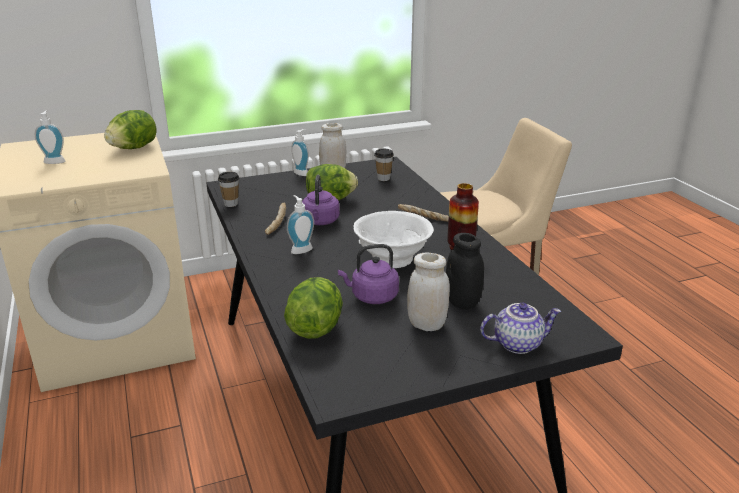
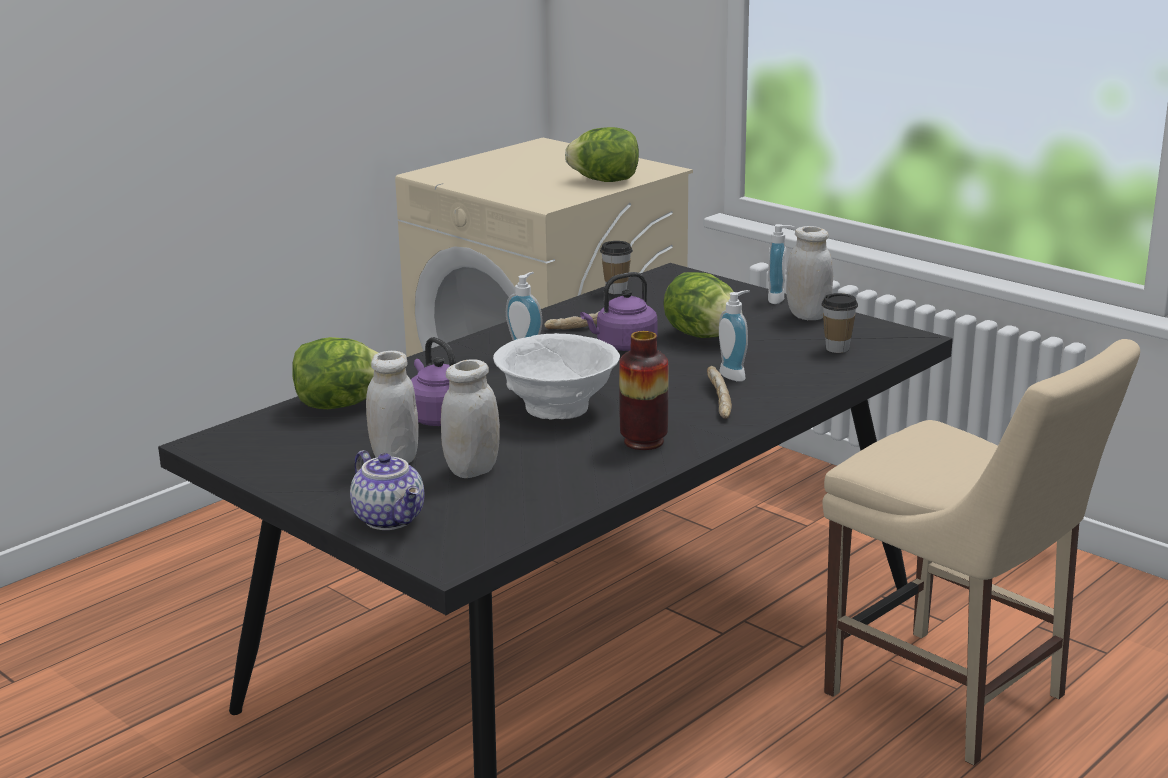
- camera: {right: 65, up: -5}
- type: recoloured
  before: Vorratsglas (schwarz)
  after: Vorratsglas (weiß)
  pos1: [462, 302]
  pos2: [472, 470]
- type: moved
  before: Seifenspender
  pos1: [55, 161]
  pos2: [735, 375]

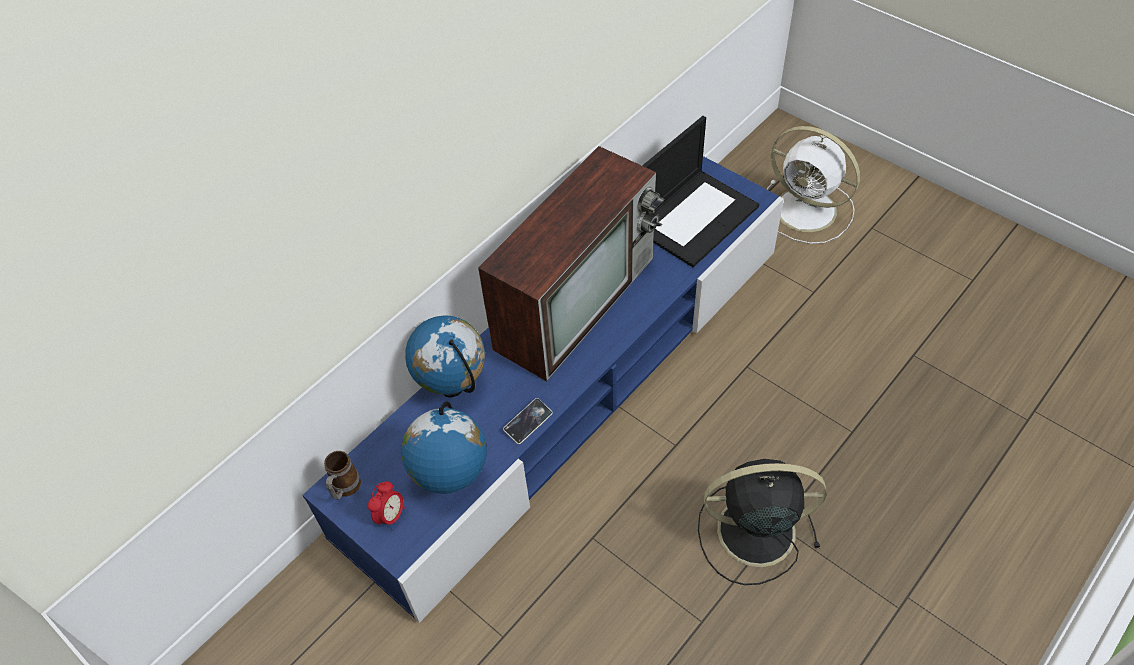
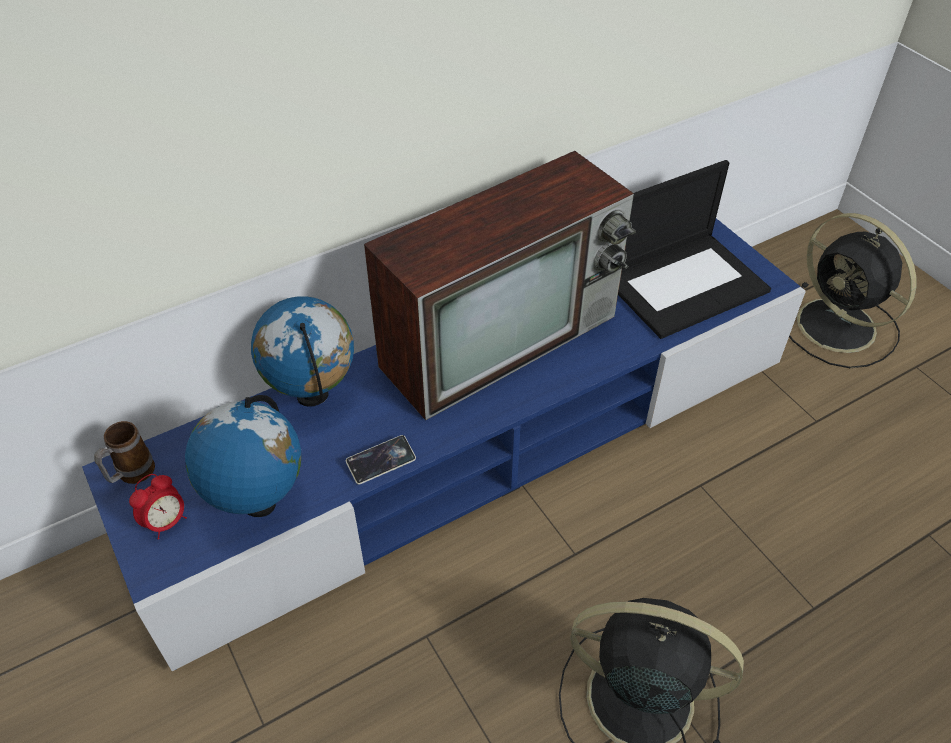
- camera: {right: 15, up: -5}
- type: recoloured
  before: Ventilator (weiß)
  after: Ventilator (schwarz)
  pos1: [808, 211]
  pos2: [839, 327]

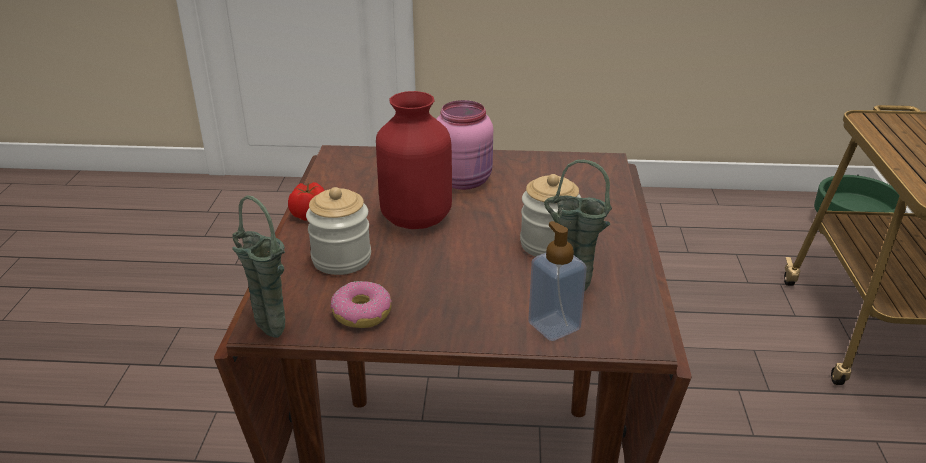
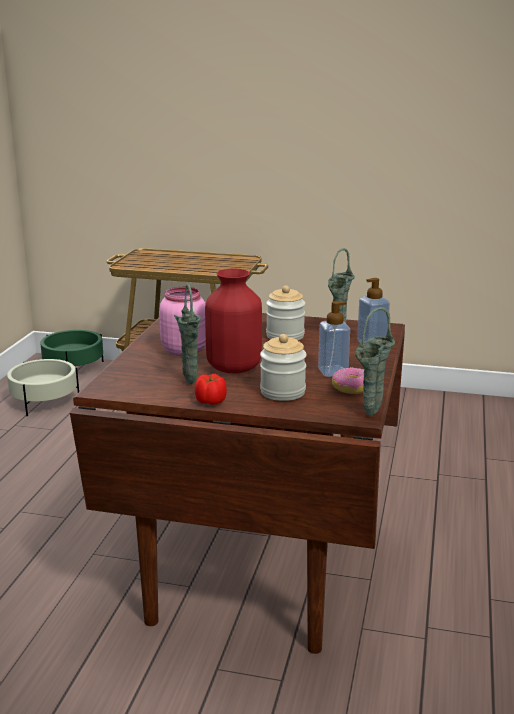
- camera: {right: -80, up: -10}
- type: added
  after: Pflanzkübel (beige)
  pos2: [44, 401]
- type: added
  after: Vase (grün)
  pos2: [189, 381]
- type: added
  after: Seifenspender
  pos2: [333, 372]

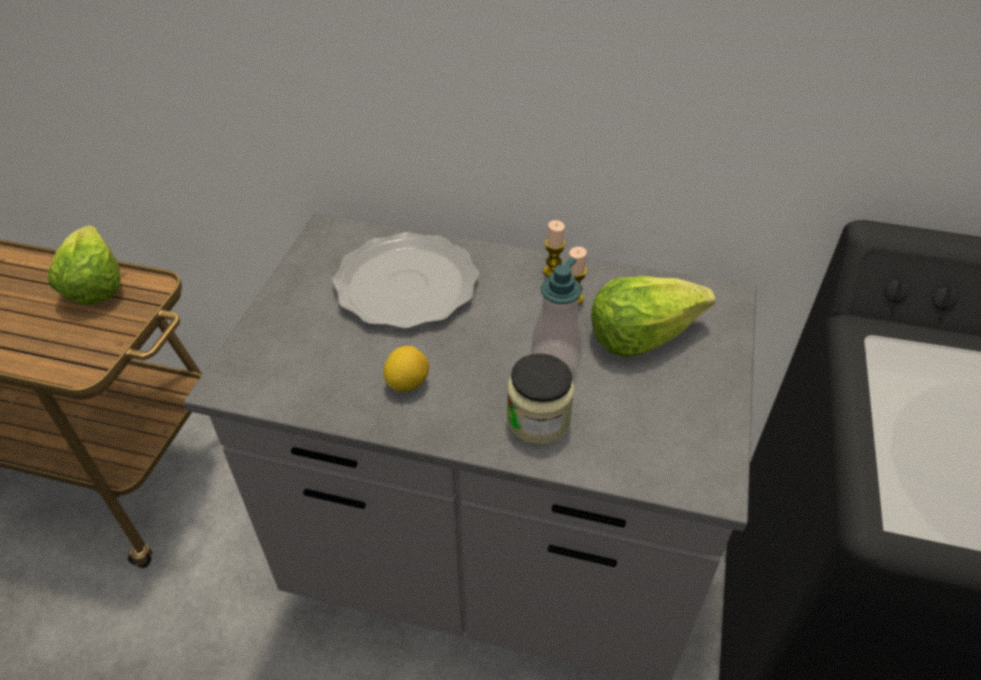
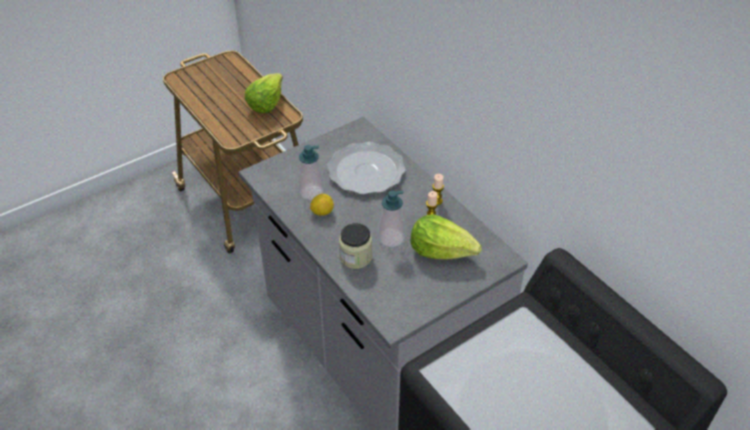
- camera: {right: 40, up: 0}
- type: added
  after: Seifenspender
  pos2: [311, 192]

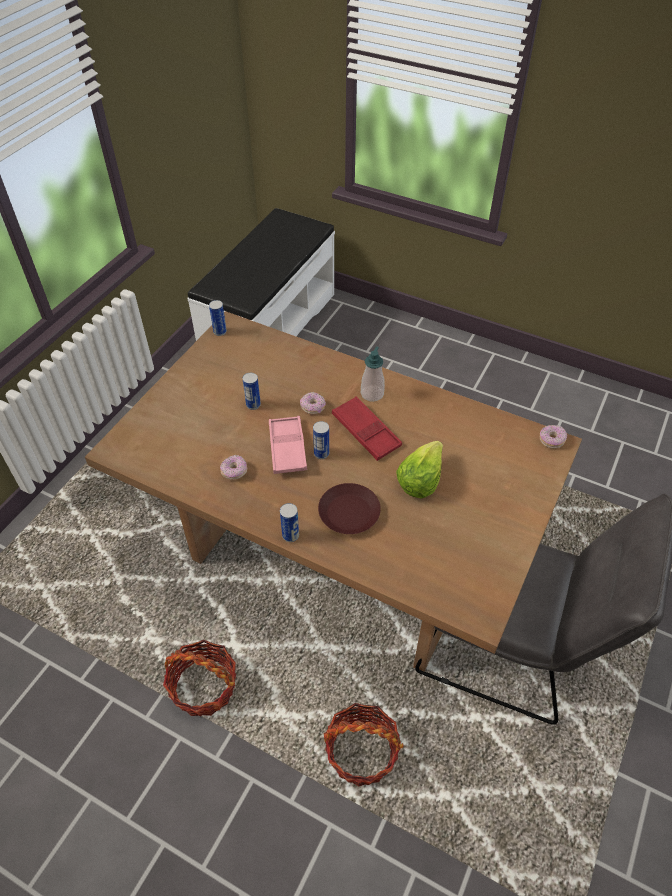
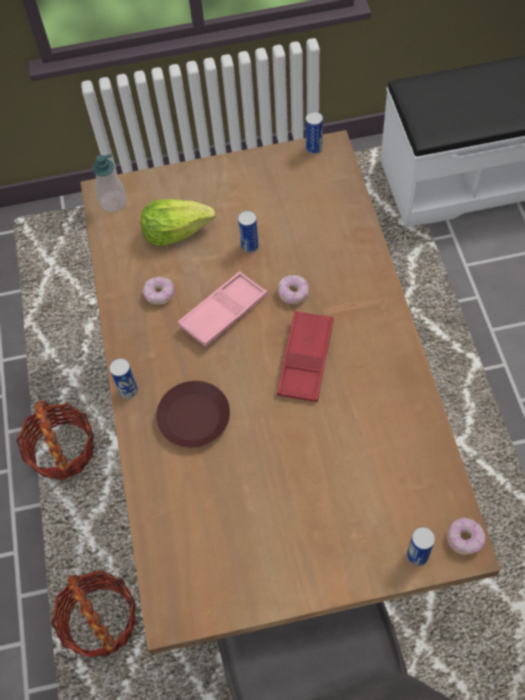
- camera: {right: 55, up: 10}
- type: moved
  before: Seifenspender
  pos1: [372, 394]
  pos2: [113, 202]
- type: moved
  before: Salatkopf
  pos1: [420, 479]
  pos2: [176, 231]
- type: moved
  before: Dose
  pos1: [321, 453]
  pos2: [417, 555]

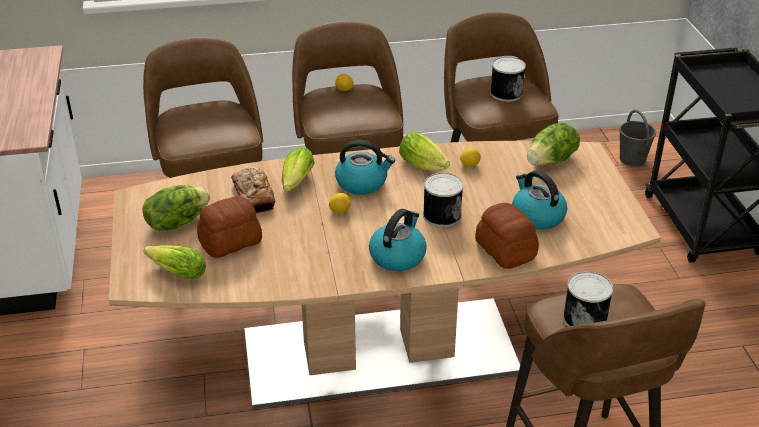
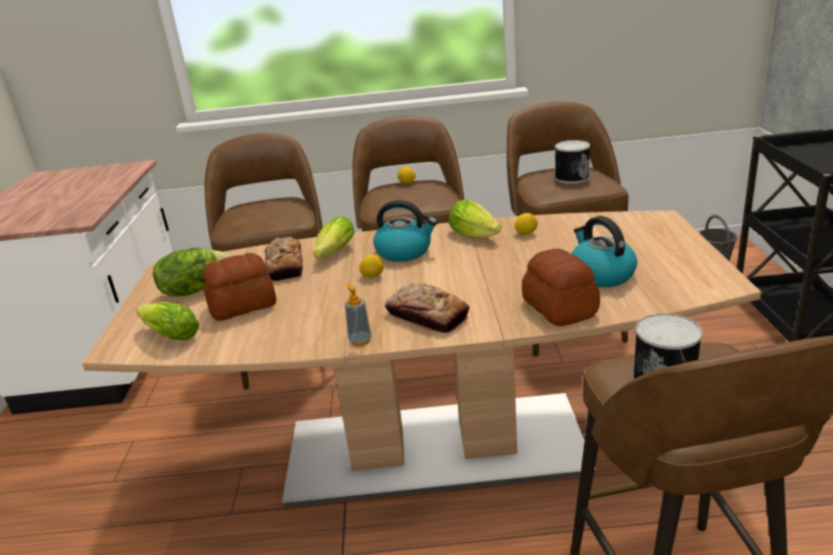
- camera: {right: 10, up: -10}
- type: added
  after: Seifenspender
  pos2: [360, 341]
- type: replaced
  before: Wasserkessel
  after: Brot
  pos1: [397, 256]
  pos2: [427, 316]
- type: removed
  before: Dose
  pos1: [441, 215]
- type: removed
  before: Salatkopf
  pos1: [552, 161]

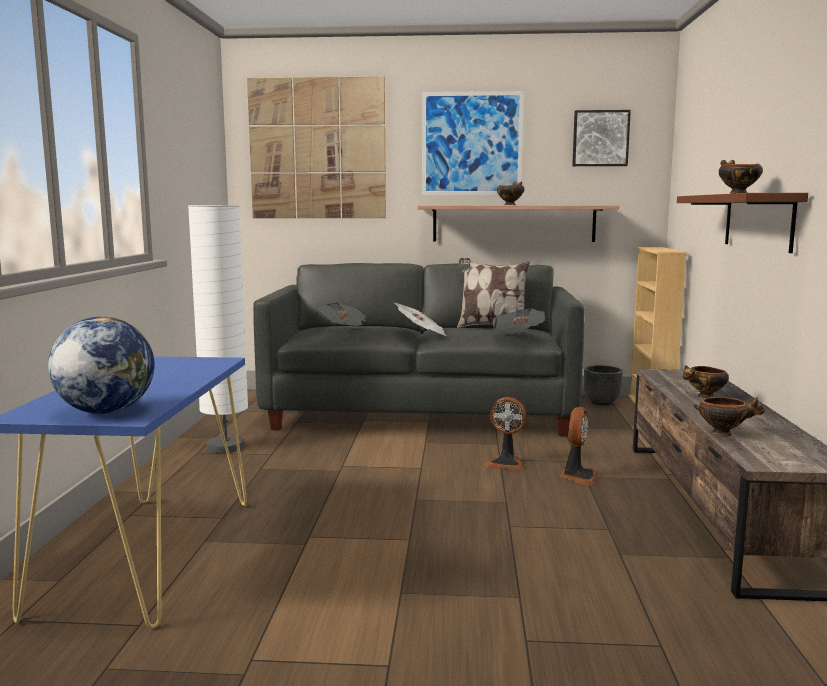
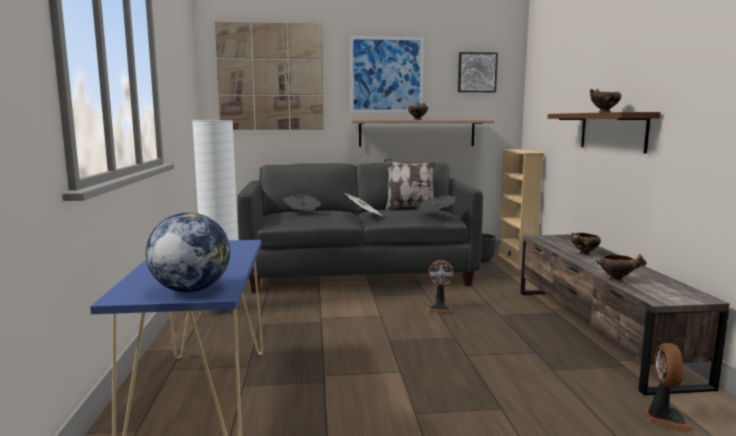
- camera: {right: -10, up: 0}
- type: moved
  before: Ventilator
  pos1: [578, 477]
  pos2: [665, 418]

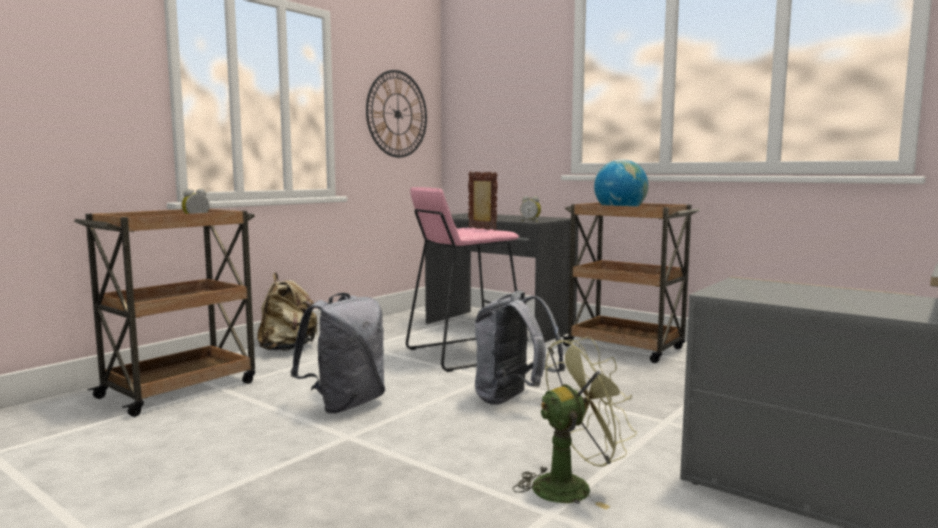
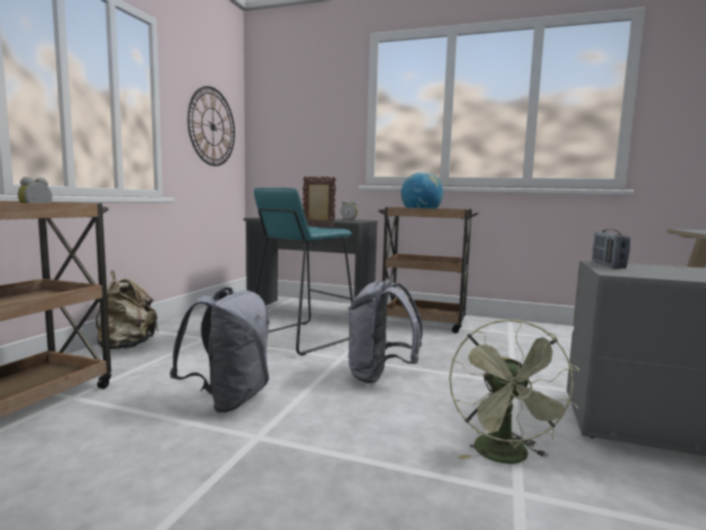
- camera: {right: -20, up: 0}
- type: recoloured
  before: Hocker (rosa)
  after: Hocker (türkis)
  pos1: [463, 354]
  pos2: [302, 337]
- type: turned
  before: Ventilator (grün)
  pos1: [571, 486]
  pos2: [506, 457]
  turn: 135
- type: added
  after: Radio
  pos2: [607, 265]

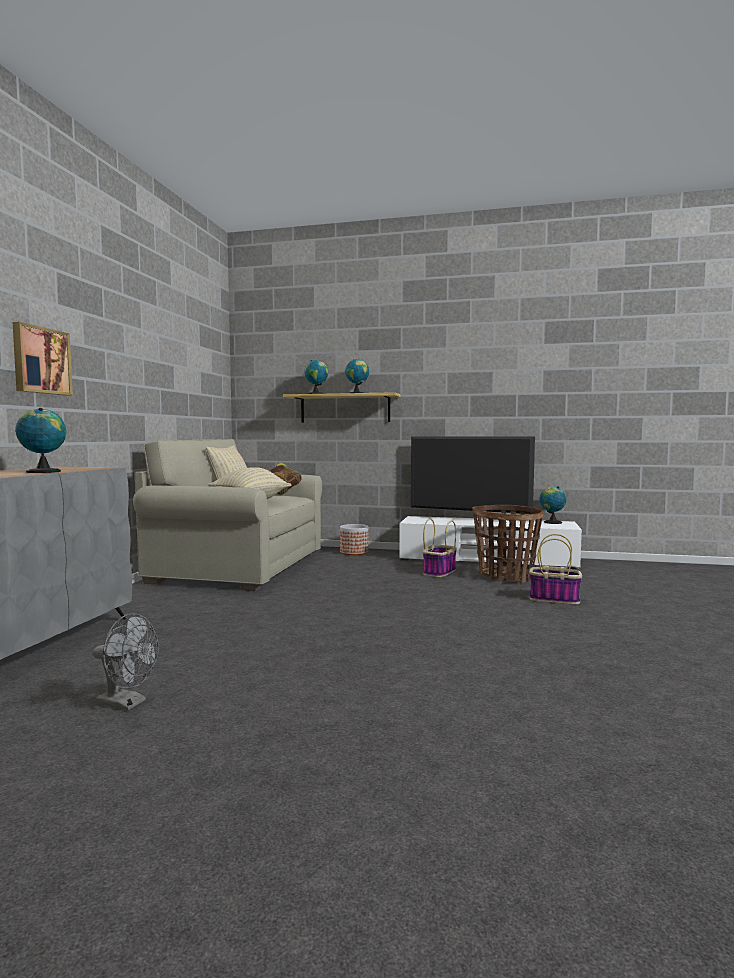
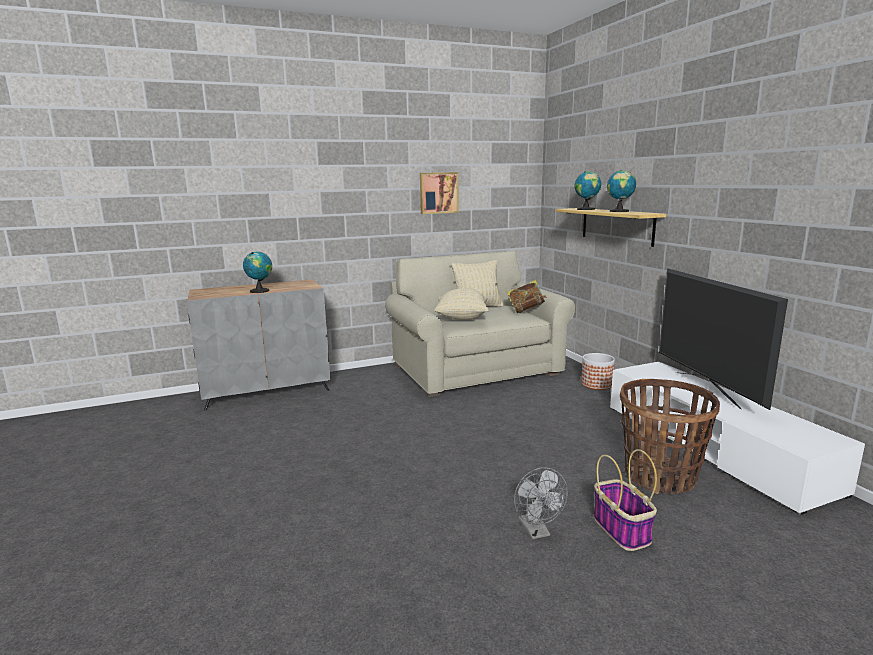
- camera: {right: 55, up: 10}
- type: moved
  before: Bild
  pos1: [41, 361]
  pos2: [438, 193]
- type: moved
  before: Ventilator (grau)
  pos1: [127, 703]
  pos2: [537, 531]
- type: removed
  before: Korb
  pos1: [439, 572]
- type: removed
  before: Globus
  pos1: [551, 522]

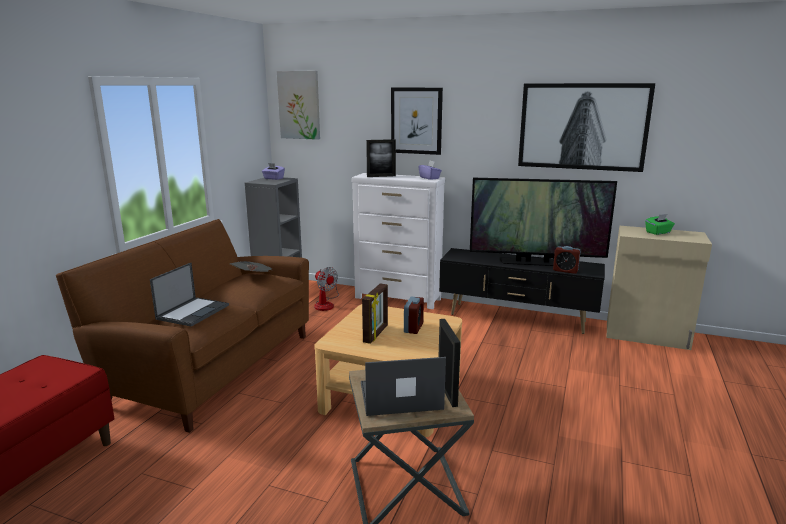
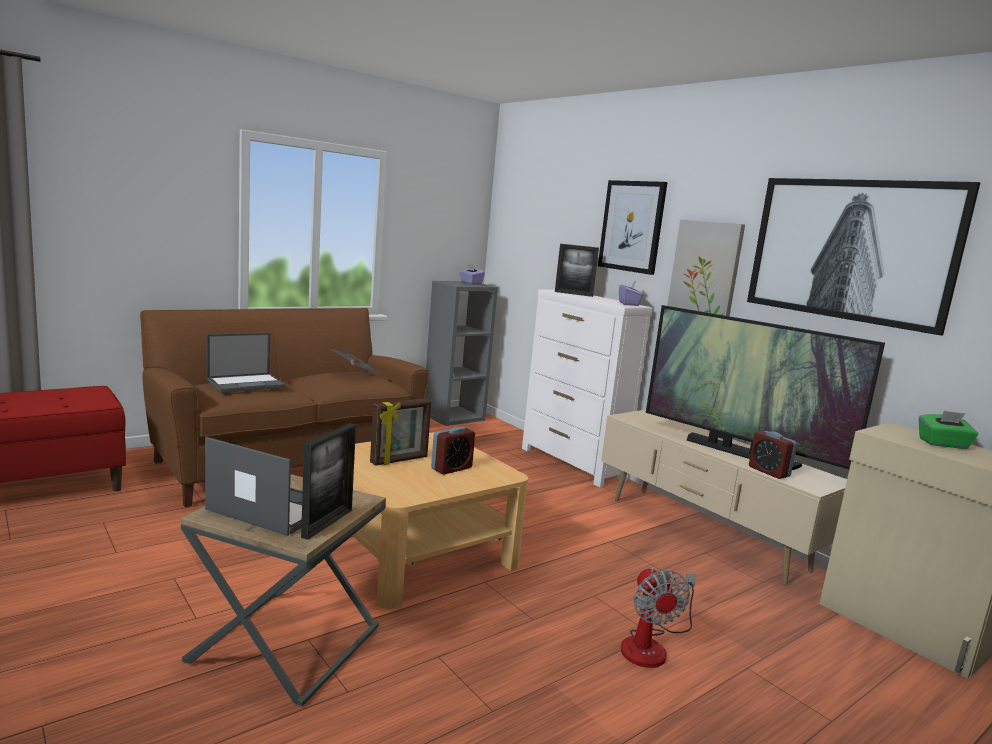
- camera: {right: 30, up: -5}
- type: recoloured
  before: Fernsehschrank (schwarz)
  after: Fernsehschrank (beige)
  pos1: [517, 318]
  pos2: [704, 533]
- type: moved
  before: Ventilator
  pos1: [326, 304]
  pos2: [651, 645]
- type: moved
  before: Bild
  pos1: [299, 105]
  pos2: [704, 275]

